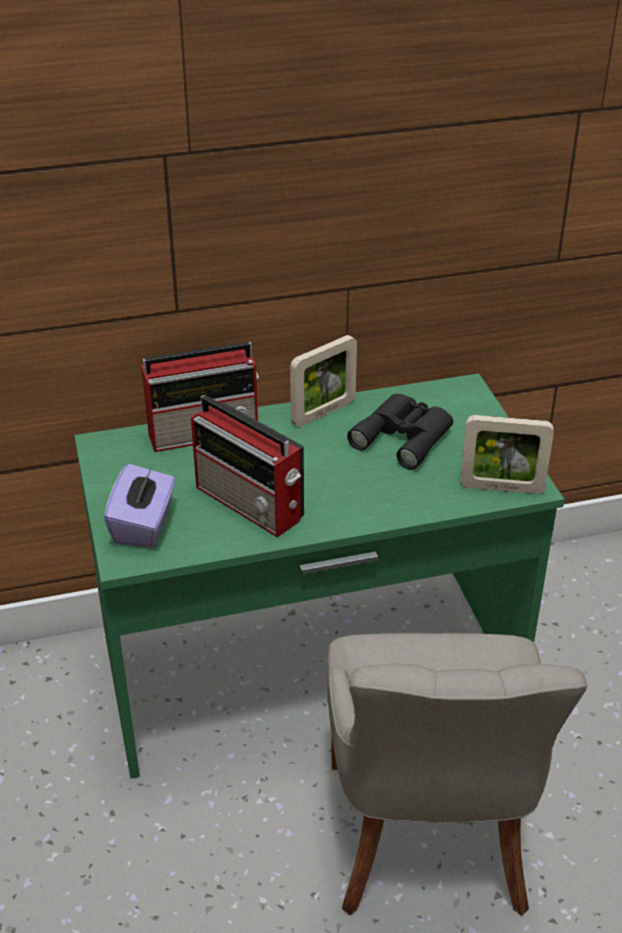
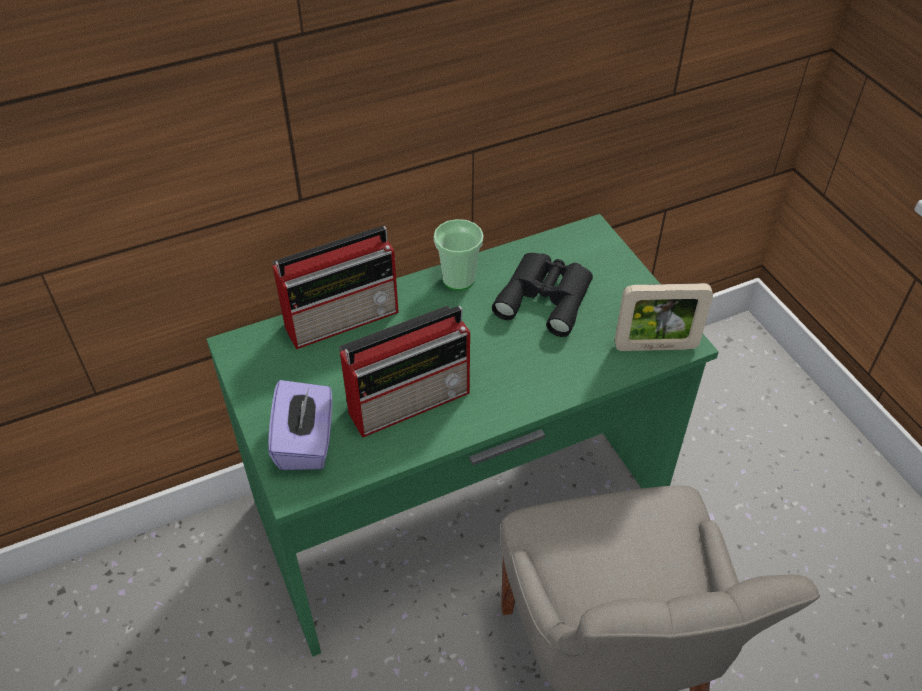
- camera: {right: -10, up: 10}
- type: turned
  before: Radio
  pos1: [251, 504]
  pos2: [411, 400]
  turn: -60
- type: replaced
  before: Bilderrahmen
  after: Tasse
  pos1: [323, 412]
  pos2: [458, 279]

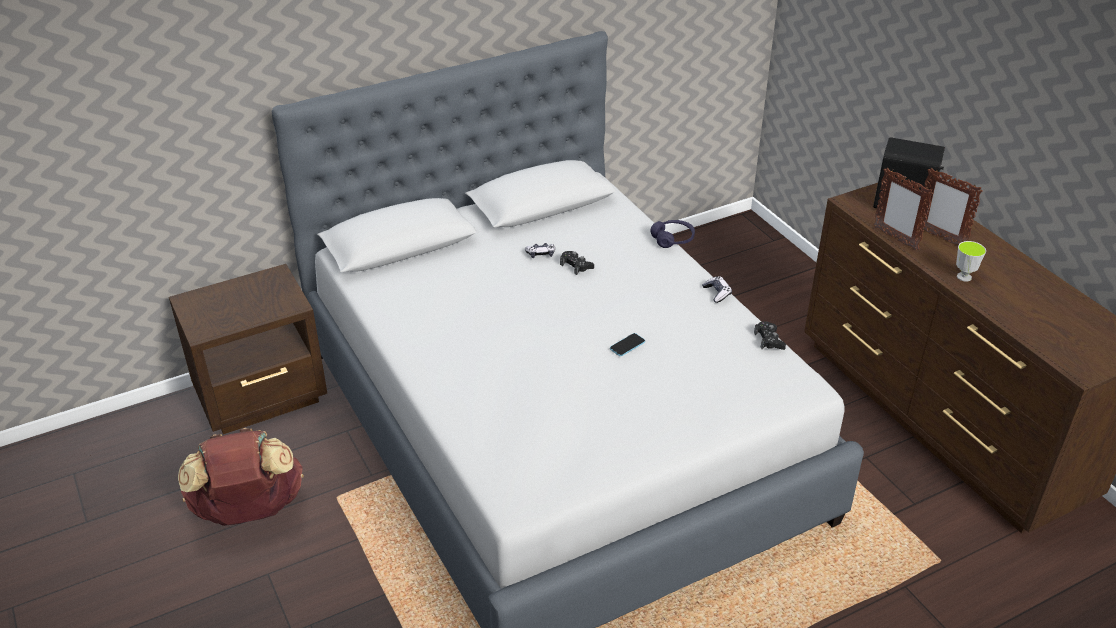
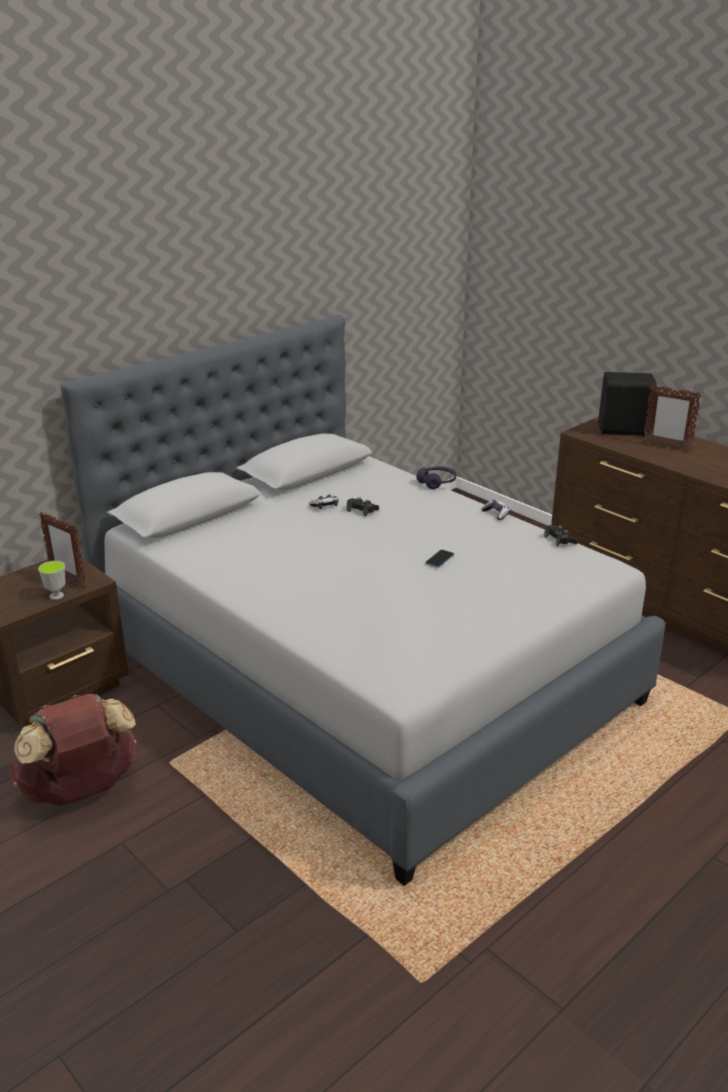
- camera: {right: -15, up: -10}
- type: moved
  before: Tasse
  pos1: [964, 277]
  pos2: [56, 596]
- type: moved
  before: Bilderrahmen
  pos1: [895, 238]
  pos2: [68, 579]

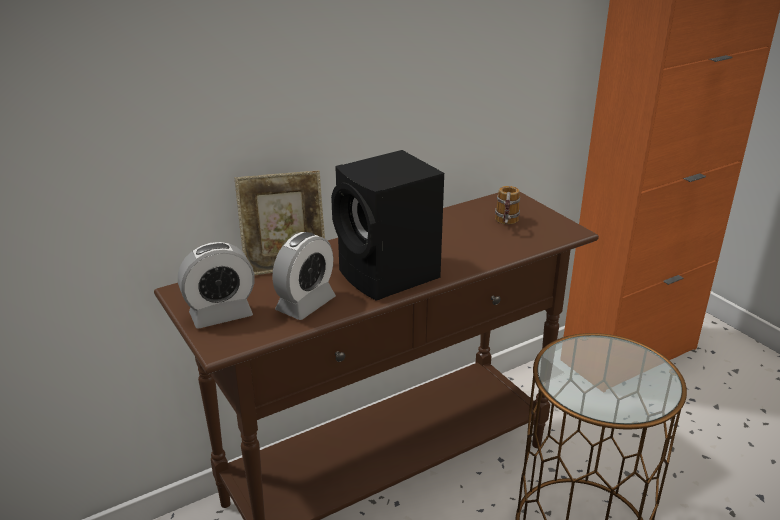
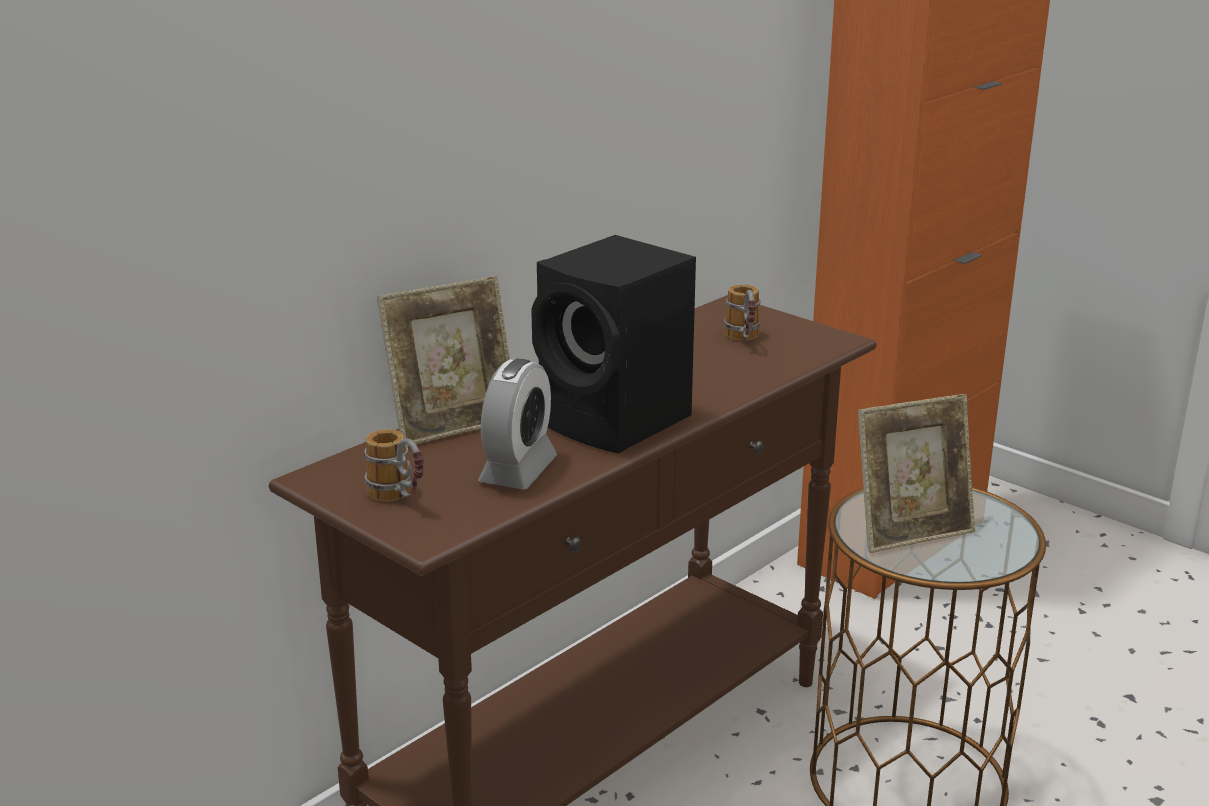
- camera: {right: -15, up: -5}
- type: replaced
  before: Wecker
  after: Henkelbecher
  pos1: [221, 315]
  pos2: [400, 499]
- type: added
  after: Bilderrahmen
  pos2: [911, 532]

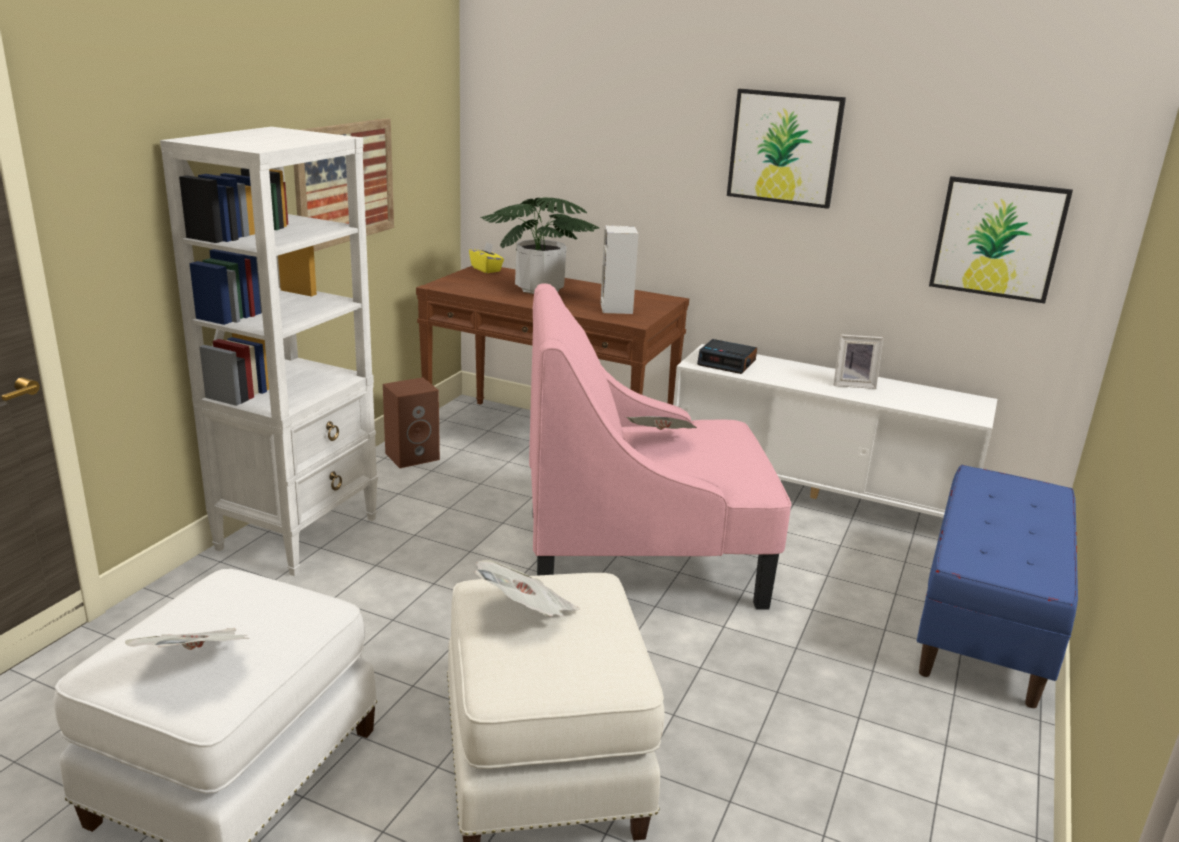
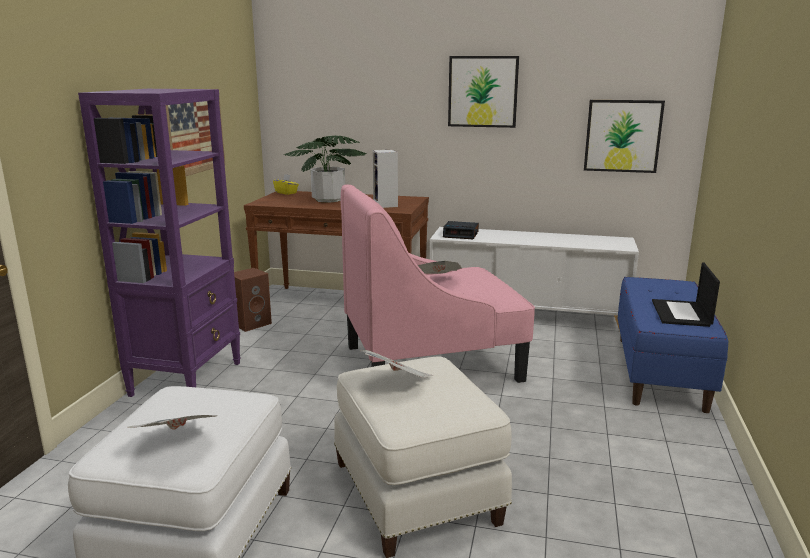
- camera: {right: -10, up: -5}
- type: recoloured
  before: Bücherregal (weiß)
  after: Bücherregal (lila)
  pos1: [299, 533]
  pos2: [187, 378]
- type: added
  after: Laptop
  pos2: [681, 313]
- type: removed
  before: Bilderrahmen
  pos1: [853, 384]

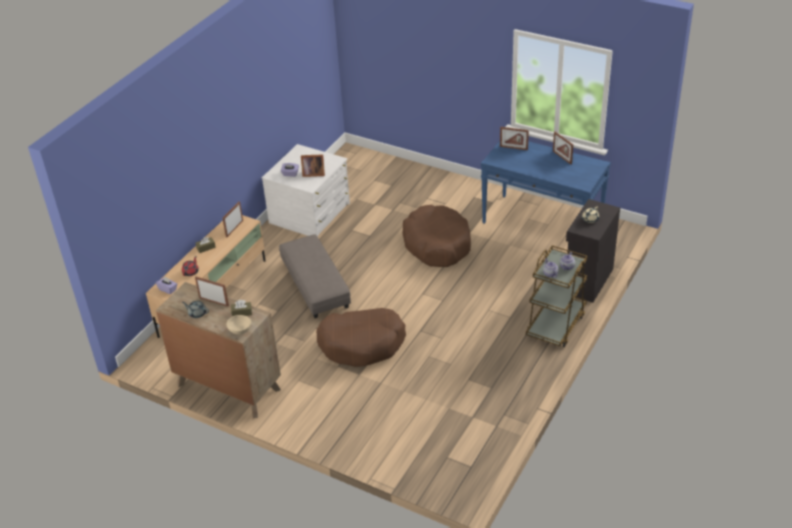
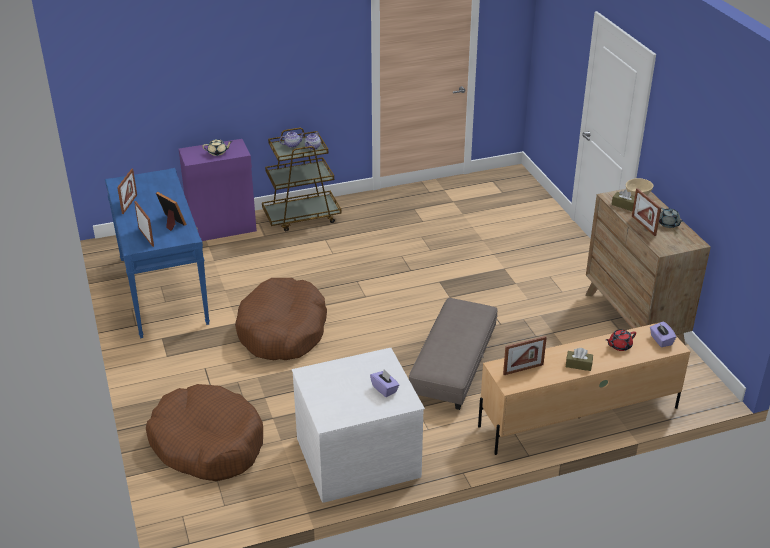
- camera: {right: -140, up: -5}
- type: moved
  before: Hundebett (braun)
  pos1: [362, 343]
  pos2: [207, 443]
- type: moved
  before: Bilderrahmen
  pos1: [312, 173]
  pos2: [171, 223]
- type: recoloured
  before: Schrank (schwarz)
  after: Schrank (lila)
  pos1: [587, 281]
  pos2: [223, 228]

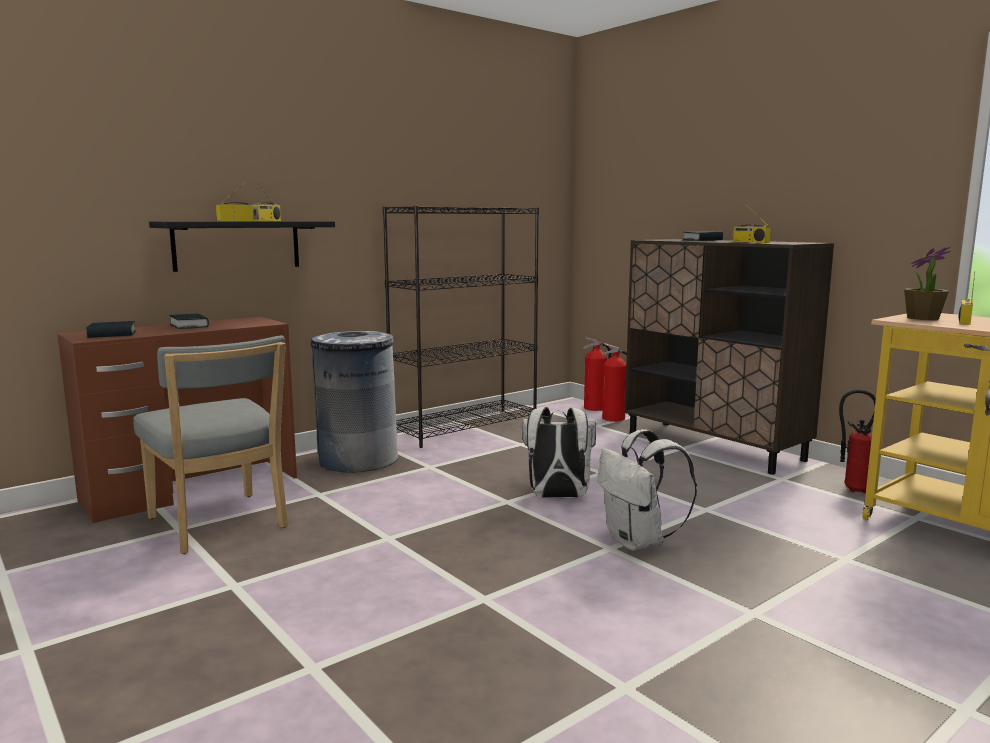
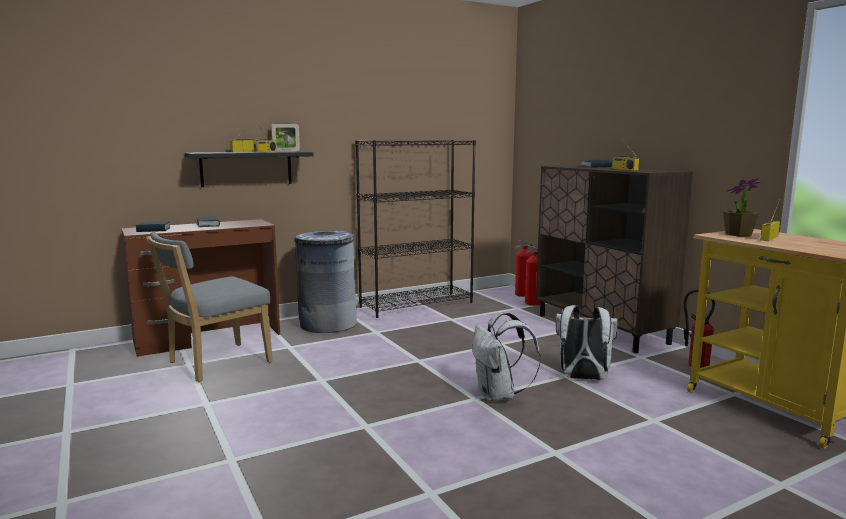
- camera: {right: 10, up: 0}
- type: turned
  before: Stuhl (grau)
  pos1: [220, 525]
  pos2: [215, 363]
  turn: 75
- type: added
  after: Bilderrahmen
  pos2: [286, 151]
- type: moved
  before: Rucksack (weiß)
  pos1: [557, 497]
  pos2: [582, 378]

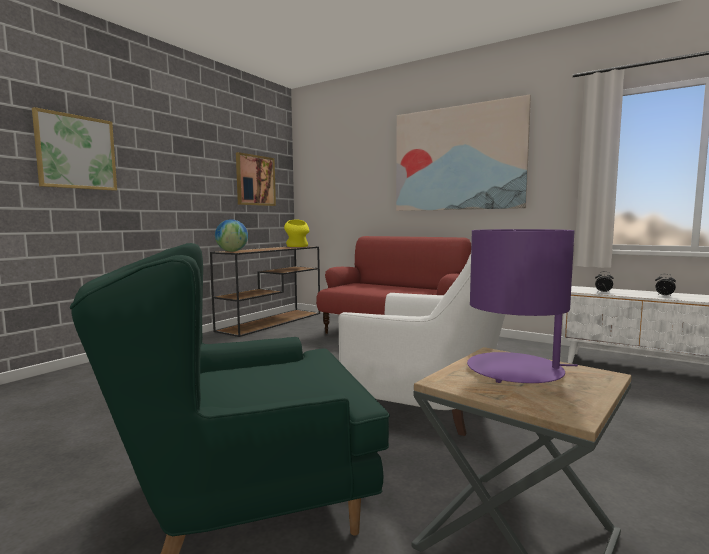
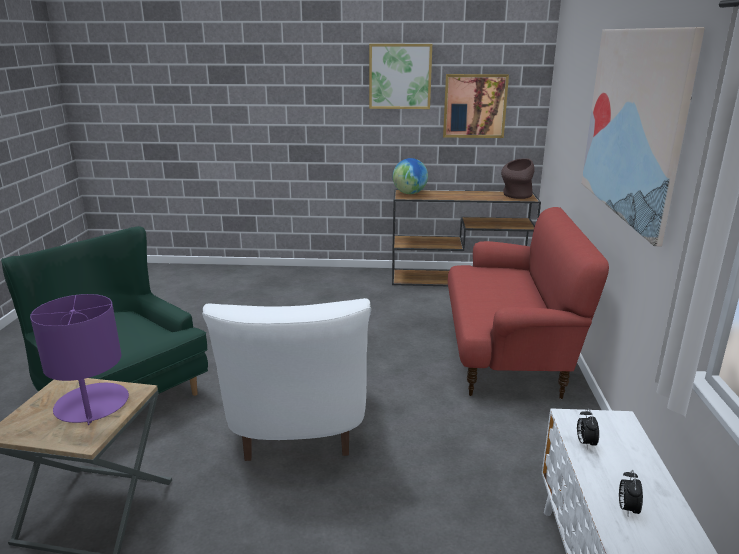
- camera: {right: 60, up: 15}
- type: moved
  before: Bild
  pos1: [76, 152]
  pos2: [400, 76]
- type: recoloured
  before: Vase (gelb)
  after: Vase (braun)
  pos1: [297, 246]
  pos2: [515, 196]

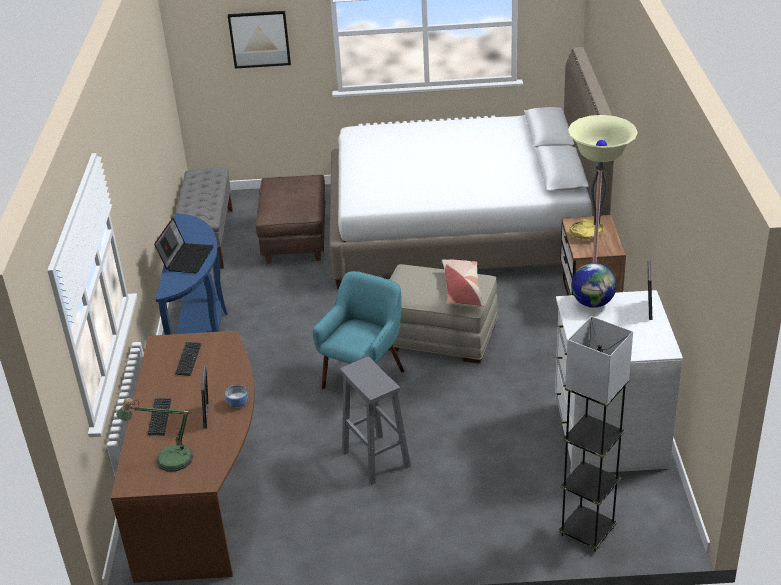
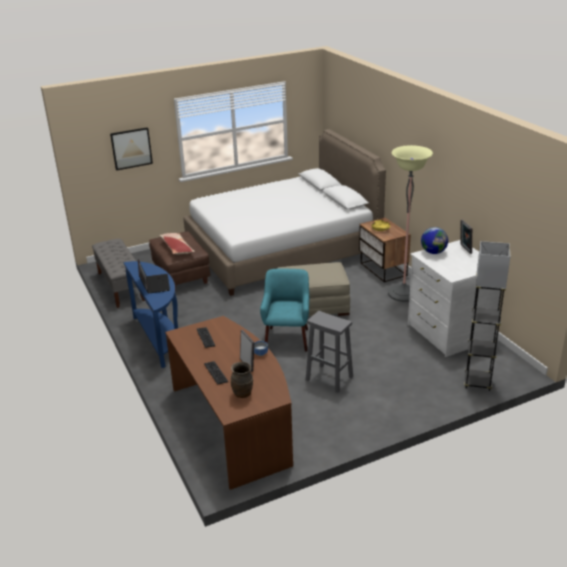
- camera: {right: -25, up: -5}
- type: moved
  before: Kissen
  pos1: [462, 290]
  pos2: [177, 248]
- type: replaced
  before: Tischlampe
  after: Vase (braun)
  pos1: [168, 459]
  pos2: [243, 394]

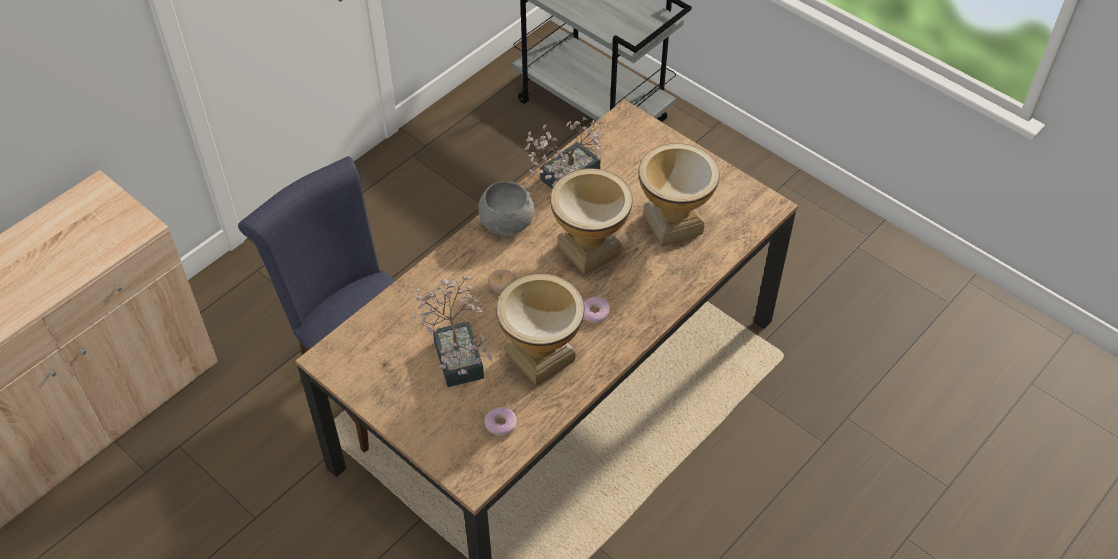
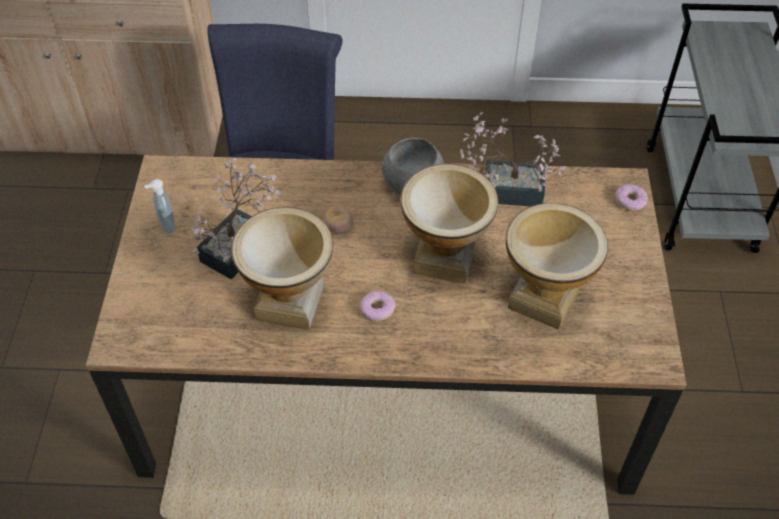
- camera: {right: 50, up: 0}
- type: added
  after: Seifenspender
  pos2: [166, 226]
- type: moved
  before: Donut
  pos1: [501, 424]
  pos2: [630, 201]

